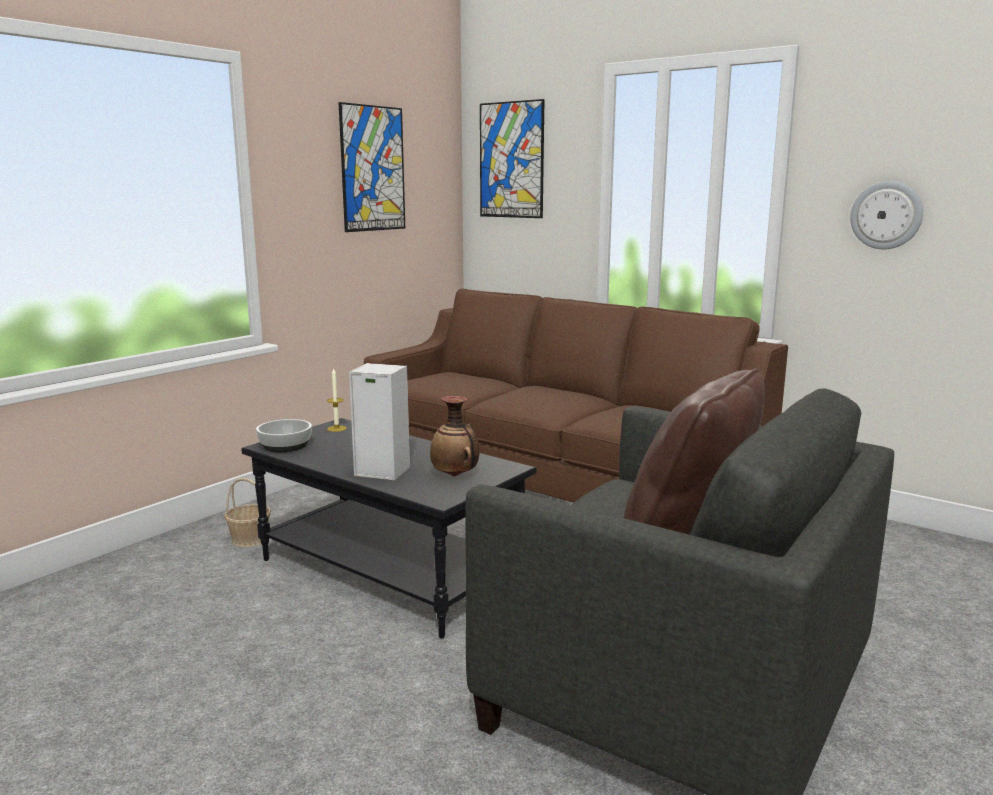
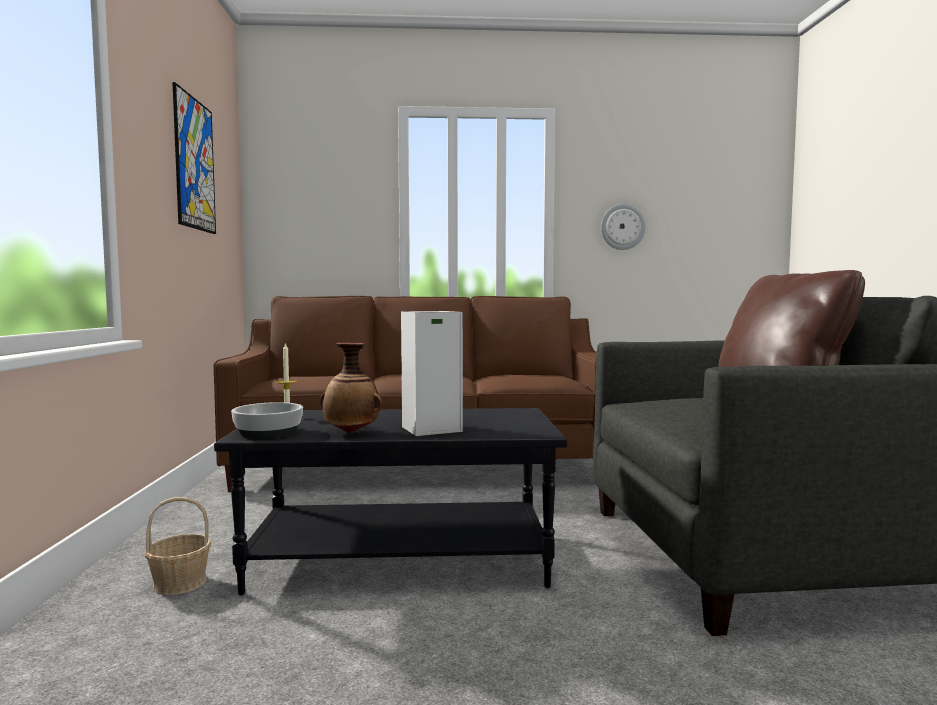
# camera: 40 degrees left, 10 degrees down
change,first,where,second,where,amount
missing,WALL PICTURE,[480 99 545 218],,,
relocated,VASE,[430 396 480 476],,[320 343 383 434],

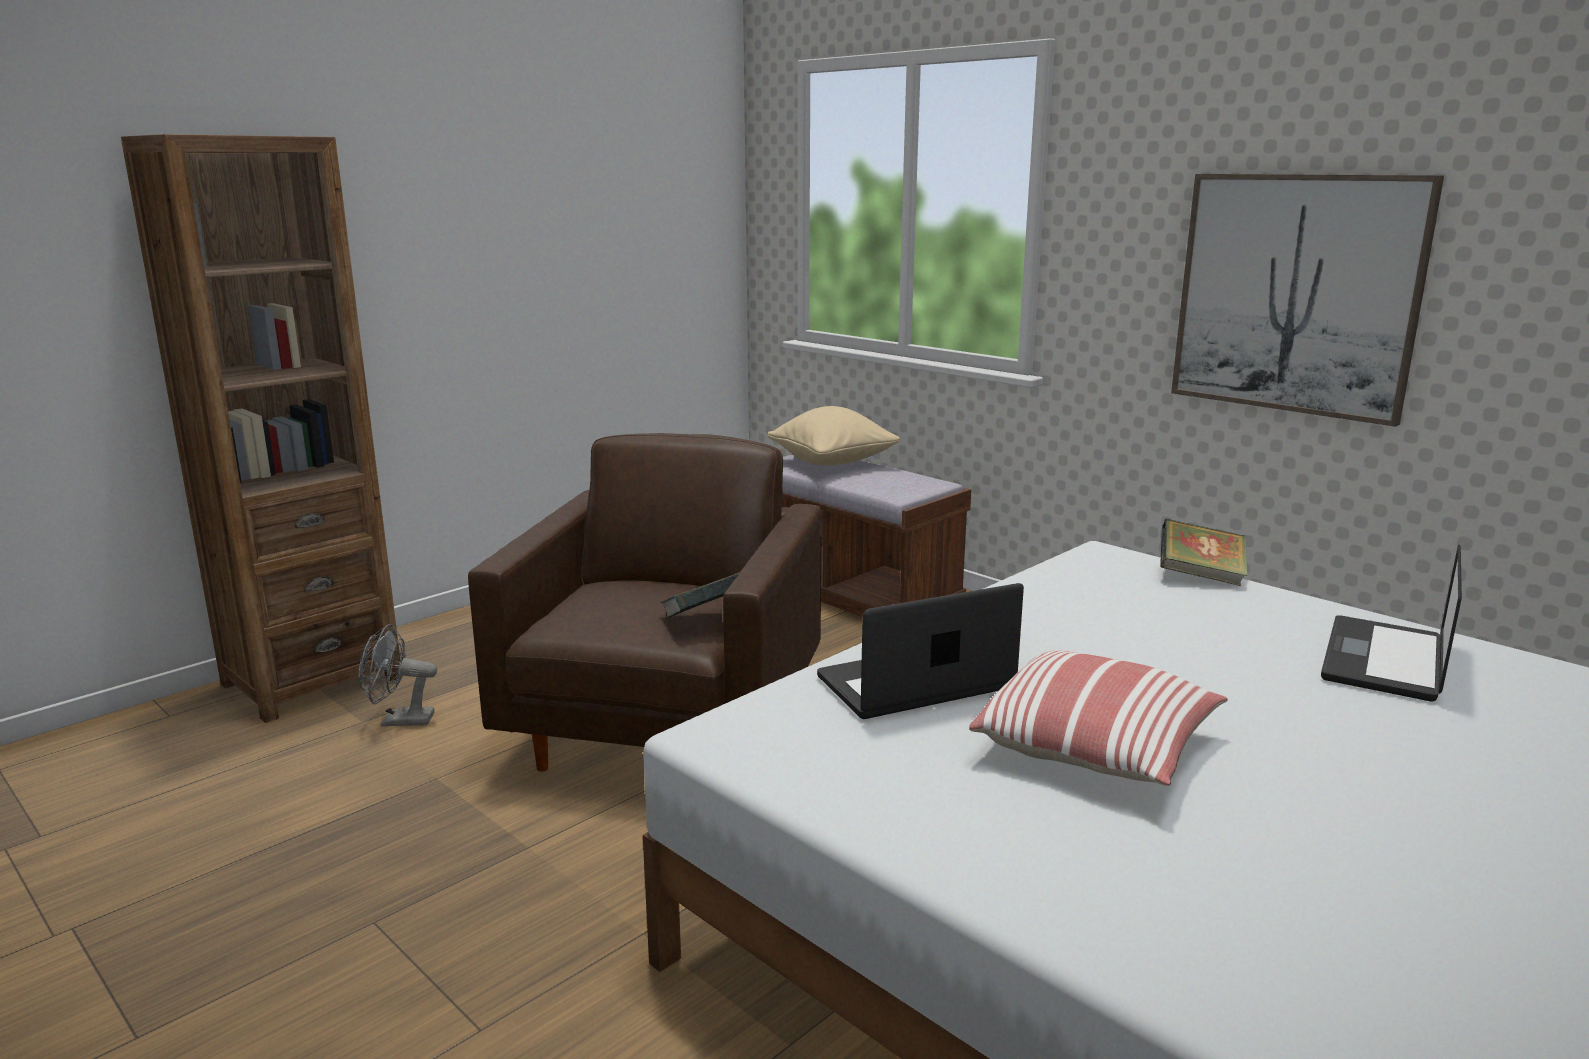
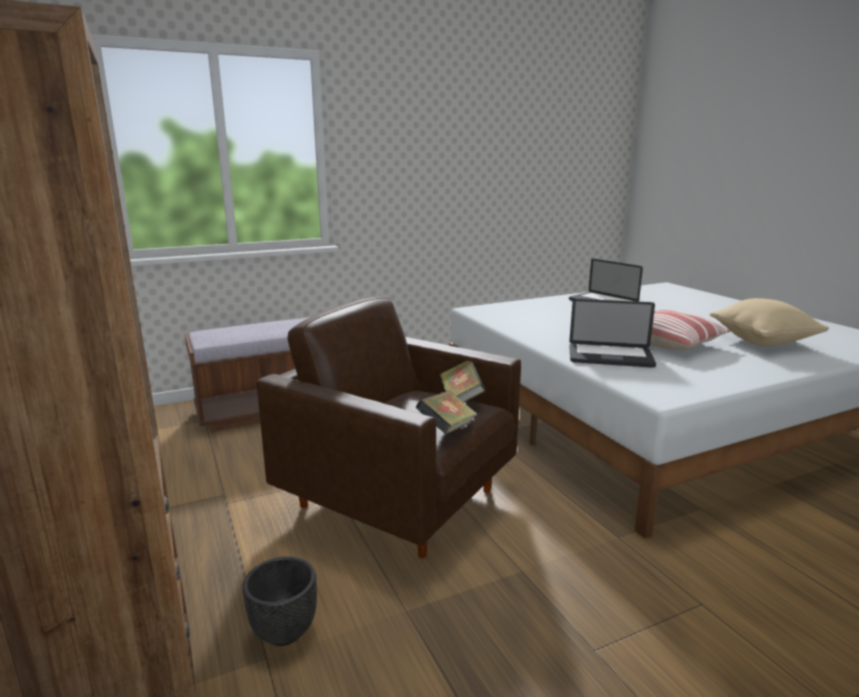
# camera: 70 degrees left, 0 degrees up
change,first,where,second,where,amount
missing,WALL PICTURE,[1171 174 1444 427],,,
relocated,BEIGE THROW PILLOW,[767 406 900 465],,[710 298 829 346],
relocated,BOOK,[1160 519 1248 586],,[416 390 477 434],
exchanged,GRAY COOLING FAN,[359 624 437 726],BLACK FLOWER POT,[242 556 317 646],
spun,NOTEBOOK COMPUTER,[817 583 1024 719],,[569 299 656 368],75 degrees counterclockwise

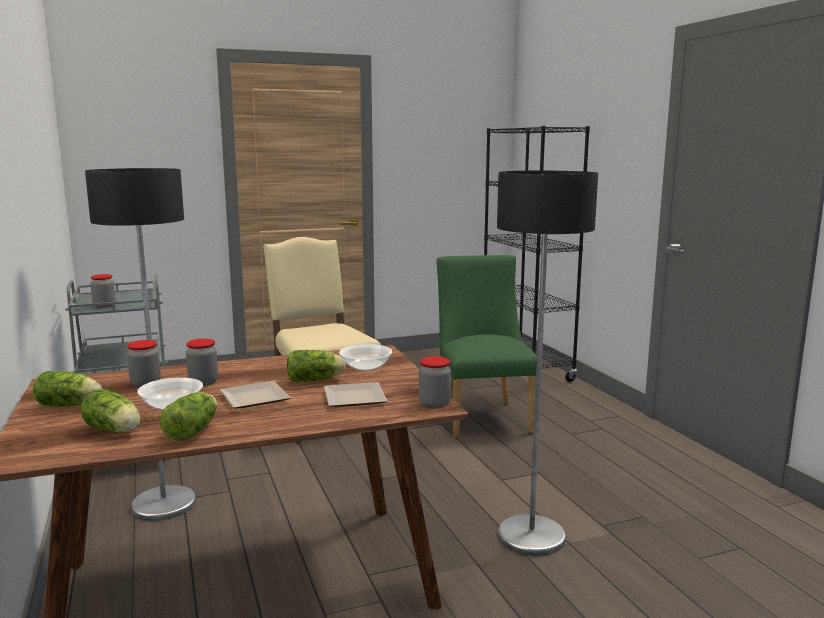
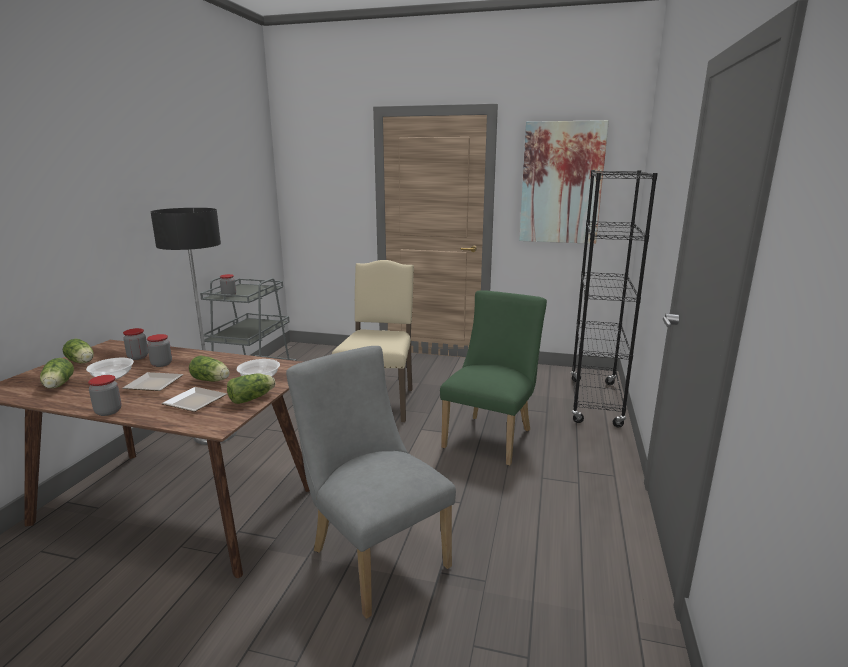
# camera: 35 degrees right, 5 degrees up
change,first,where,second,where,amount
appeared,,,WALL PICTURE,[519 120 609 244],
relocated,LETTUCE,[160 392 217 441],,[227 373 275 404],
relocated,STORAGE JAR,[419 356 451 409],,[88 375 122 416],
exchanged,STANDARD LAMP,[497 171 598 556],GRAY PLAIN CHAIR,[286 346 456 619],

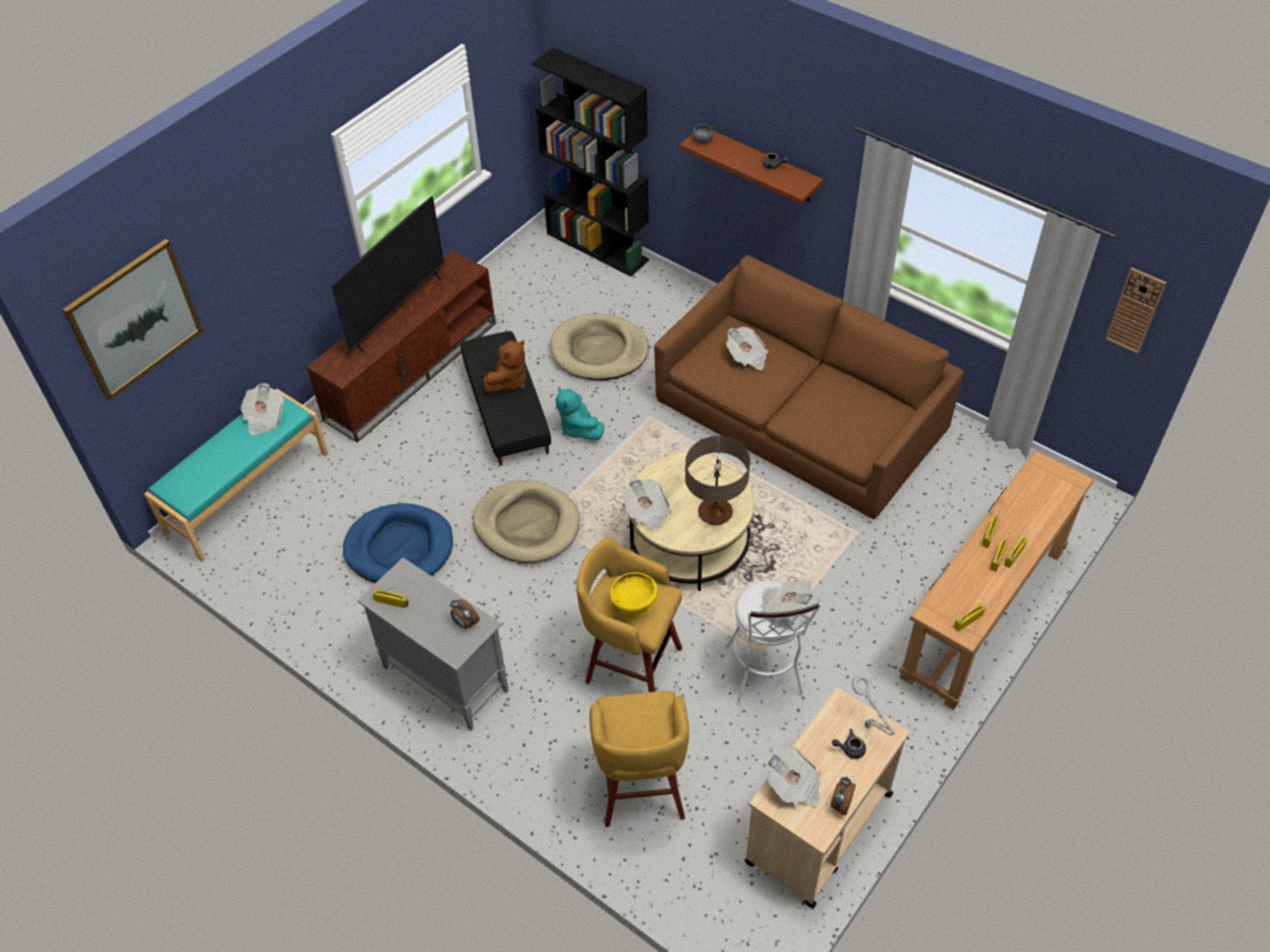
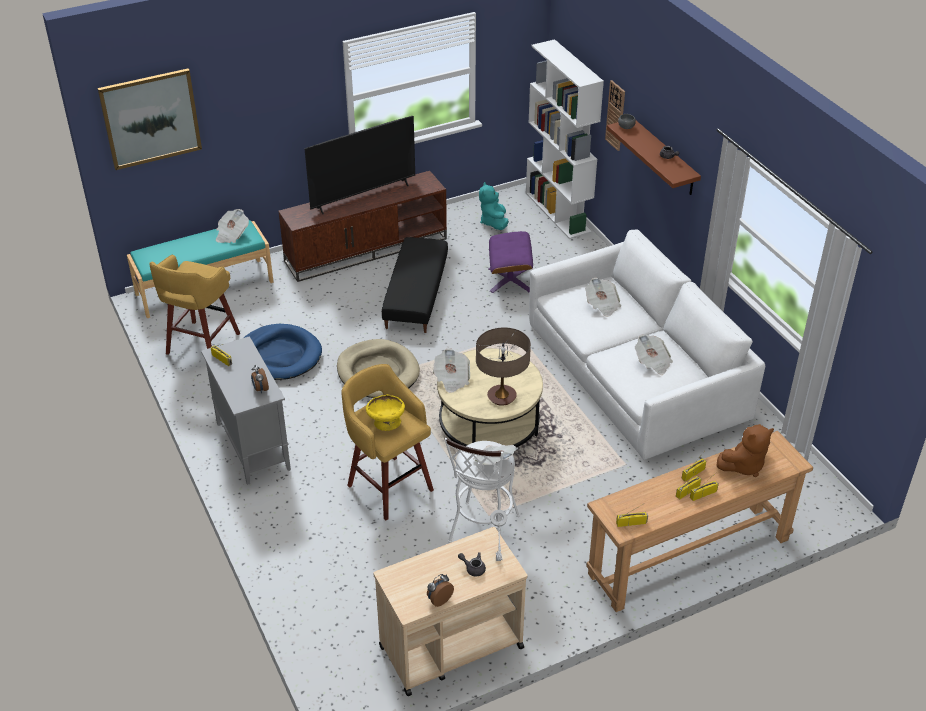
# camera: 25 degrees right, 10 degrees down
change,first,where,second,where,amount
relocated,BROWN-COLOURED SOFT TOY,[483 340 526 393],,[716 424 774 477],
relocated,TURQUOISE-COLOURED SOFT TOY,[556 386 605 440],,[479 182 509 230],
relocated,YELLOW-COLOURED STOOL SEAT,[589 691 689 827],,[149 254 240 355],
relocated,PRINTED PAPER,[767 746 821 806],,[635 334 673 375],
relocated,WALL CLOCK,[1105 267 1167 354],,[605 80 625 151],
exchanged,BEIGE PET BED,[550 314 649 380],PURPLISH OTTOMAN,[489 231 533 293],
colour,BLACK BOOKSHELF,[532 48 649 276],WHITE BOOKSHELF,[526 39 604 239],
colour,BROWN-COLOURED SETTEE,[654 255 964 519],WHITE SETTEE,[529 229 765 460],

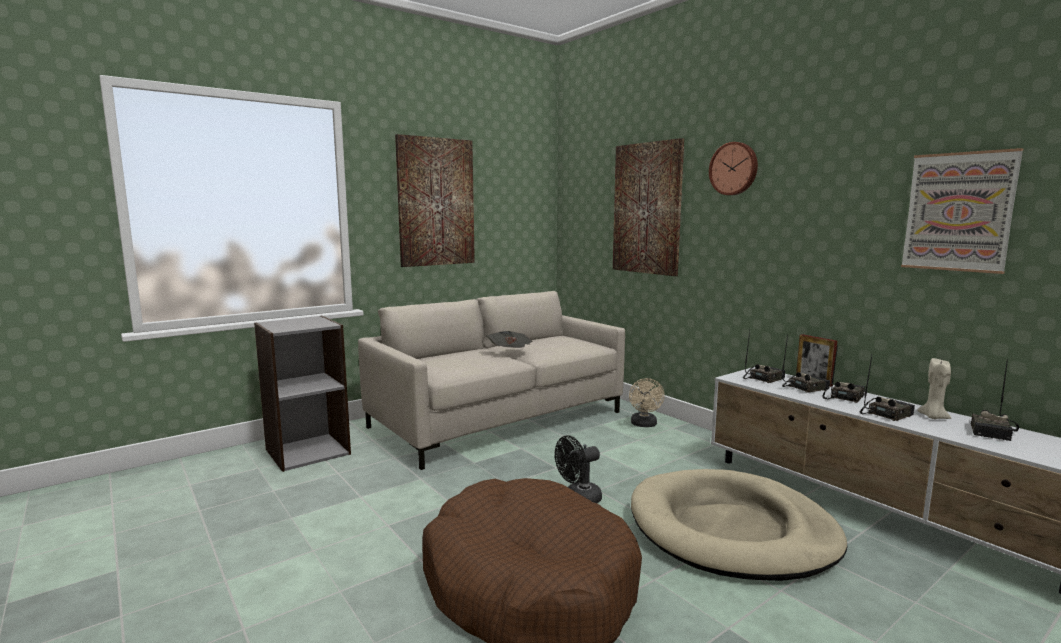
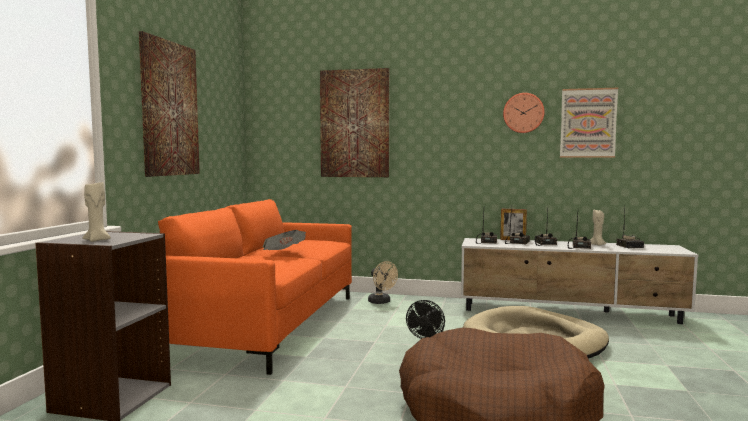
# camera: 40 degrees left, 5 degrees down
change,first,where,second,where,amount
appeared,,,BEIGE WAX LIGHT,[82 182 111 242],
relocated,WALL CLOCK,[709 142 758 195],,[503 93 545 133],
colour,BEIGE SETTEE,[358 291 625 470],ORANGEY SETTEE,[158 199 352 375],

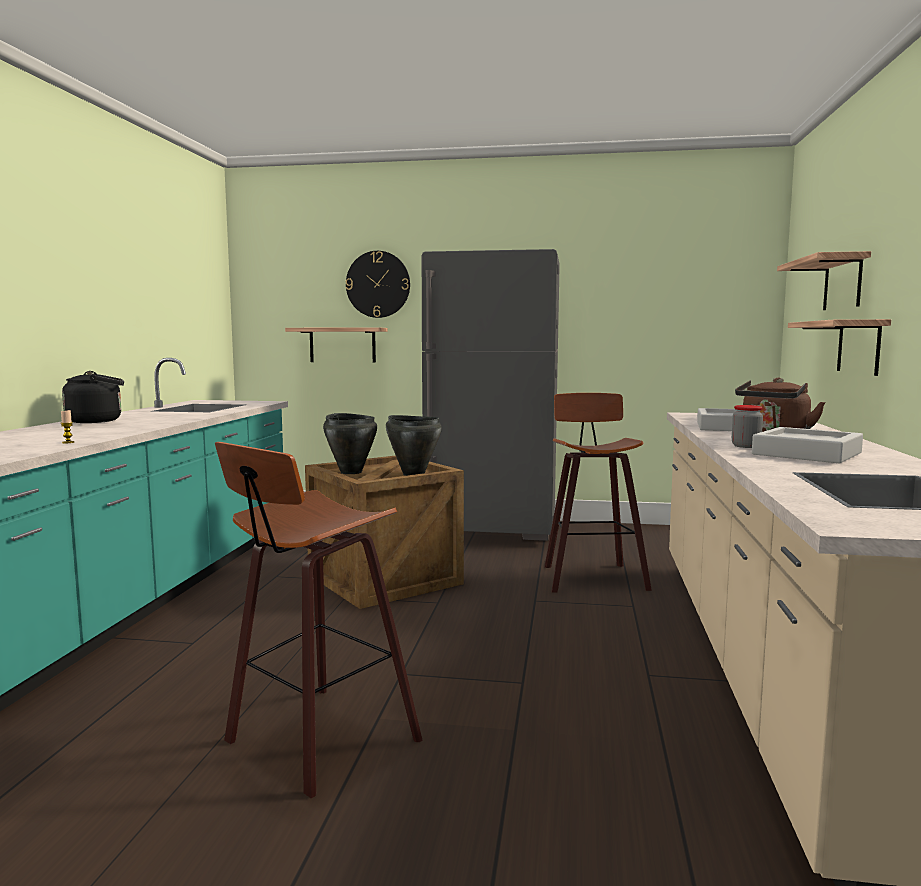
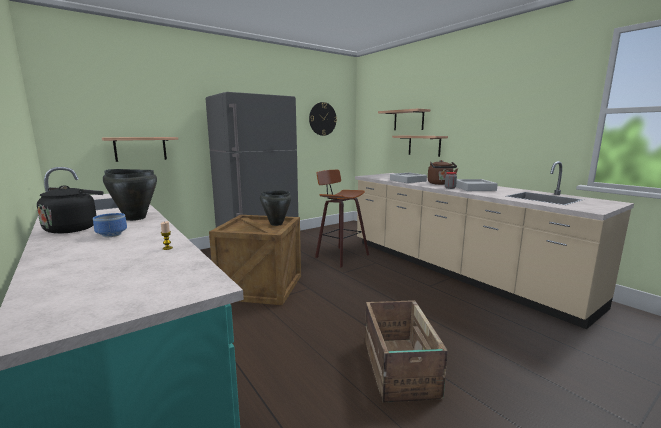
# camera: 45 degrees left, 5 degrees up
change,first,where,second,where,amount
appeared,,,SERVING BOWL,[93 213 127 237],
relocated,BLACK STOCKPOT,[323 413 377 474],,[103 169 157 221],
relocated,WALL CLOCK,[346 251 410 318],,[309 102 337 136],
exchanged,STOOL SEAT,[215 442 423 798],SHIPPING CRATE,[365 300 448 403],

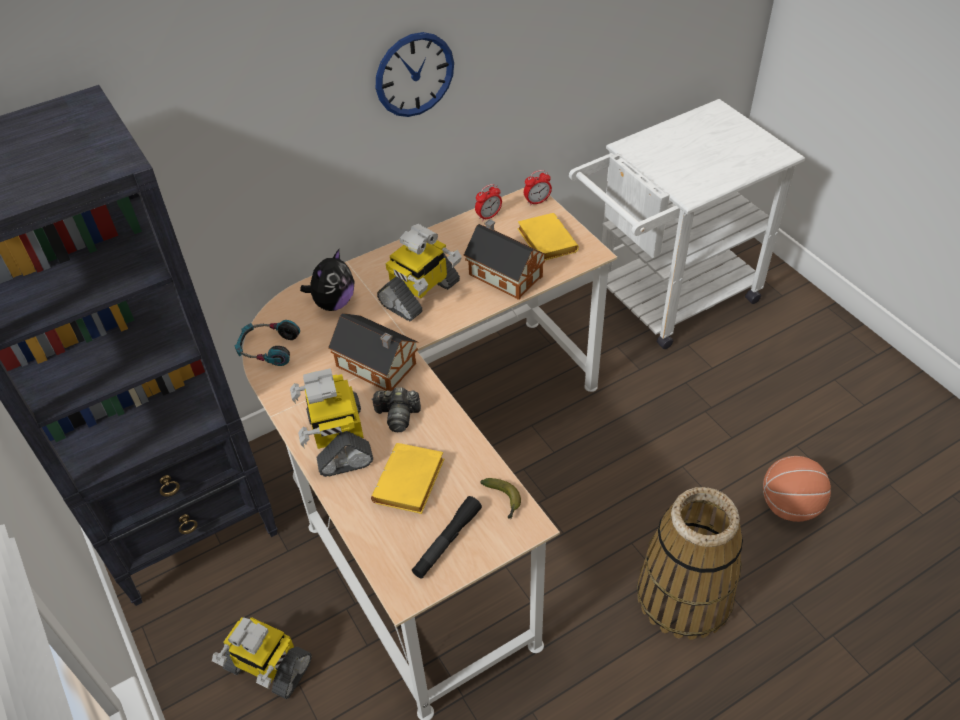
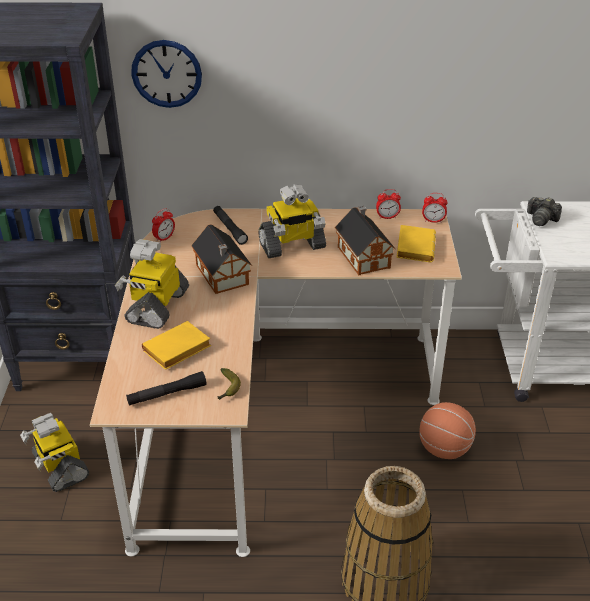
# camera: 30 degrees right, 10 degrees down
change,first,where,second,where,amount
relocated,PHOTO CAMERA,[371 387 421 432],,[527 197 562 226],
relocated,WALL CLOCK,[376 32 454 117],,[131 40 202 108],
relocated,BASKETBALL BALL,[763 456 831 522],,[419 402 476 459],
exchanged,PAIR OF HEADPHONES,[234 320 300 366],TABLE CLOCK,[152 208 175 243],
exchanged,SOFT TOY,[300 249 355 311],BLACK FLASHLIGHT,[213 206 248 245],

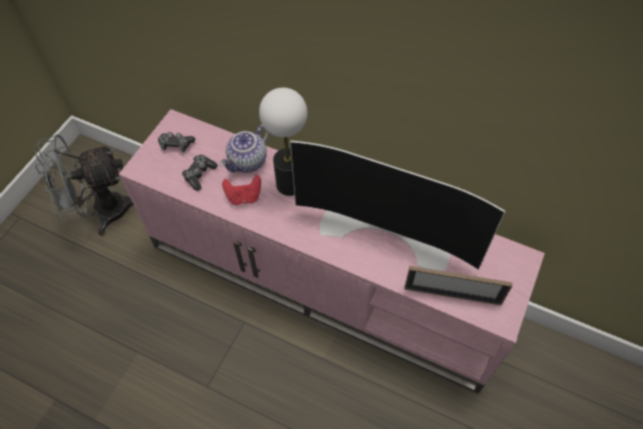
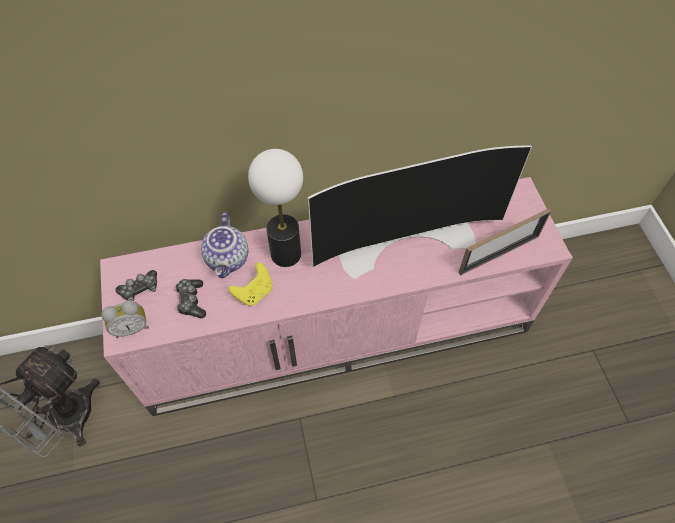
# camera: 40 degrees left, 0 degrees up
change,first,where,second,where,amount
appeared,,,TABLE CLOCK,[101 300 149 338],
colour,RED GAME CONTROLLER,[222 175 261 205],YELLOW-COLOURED GAME CONTROLLER,[229 262 272 306],

